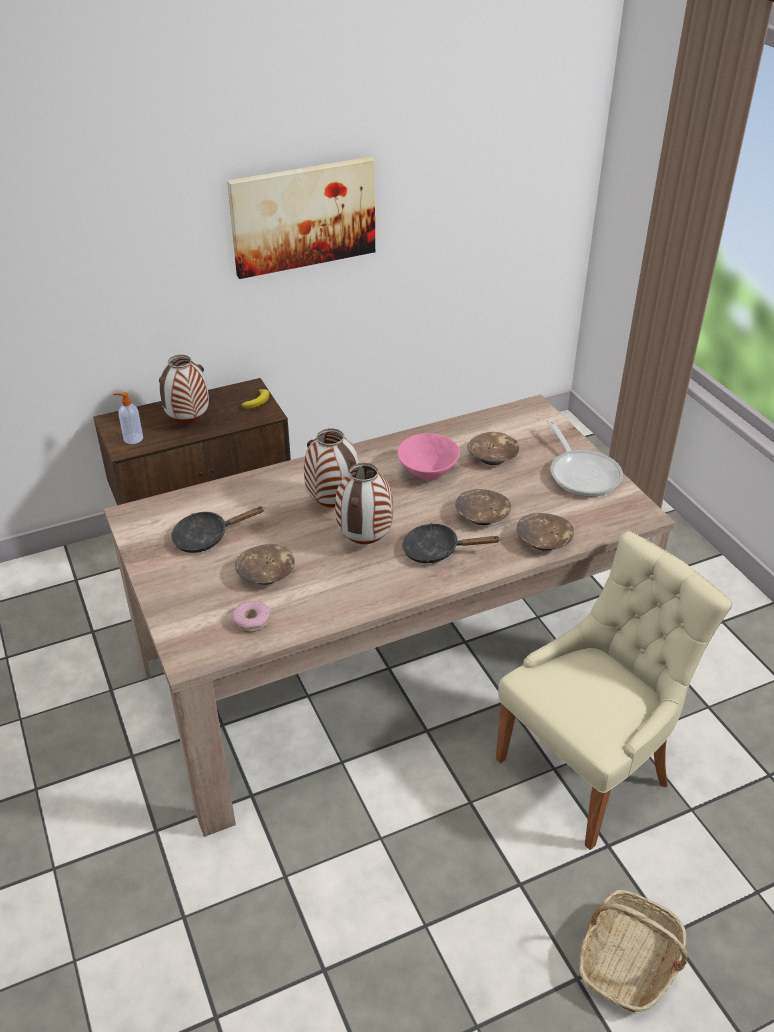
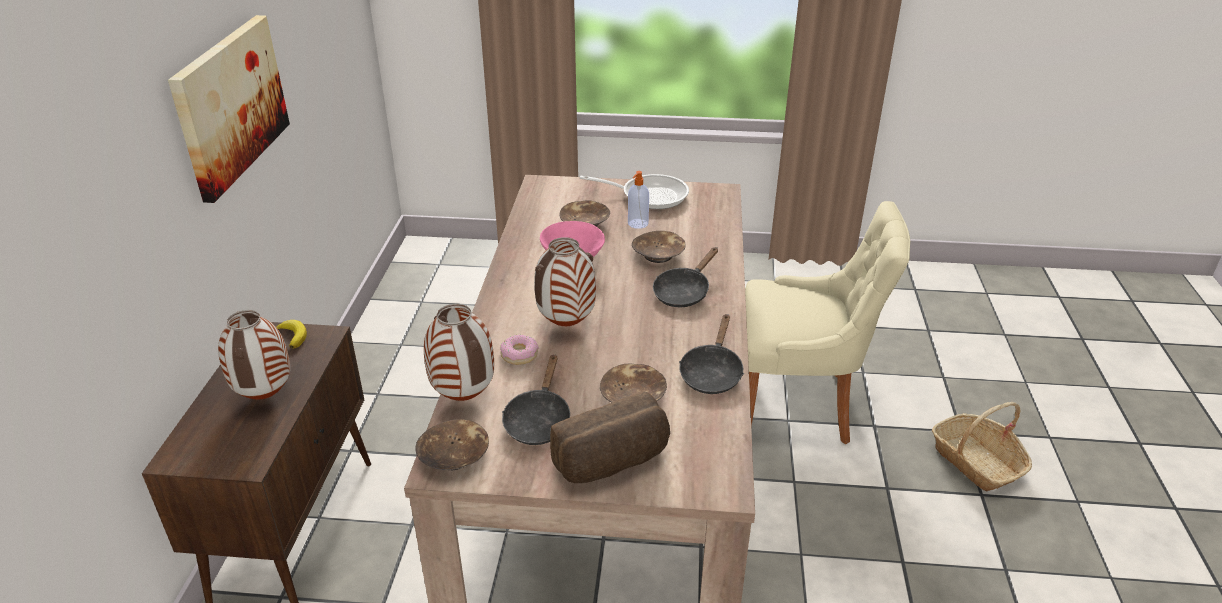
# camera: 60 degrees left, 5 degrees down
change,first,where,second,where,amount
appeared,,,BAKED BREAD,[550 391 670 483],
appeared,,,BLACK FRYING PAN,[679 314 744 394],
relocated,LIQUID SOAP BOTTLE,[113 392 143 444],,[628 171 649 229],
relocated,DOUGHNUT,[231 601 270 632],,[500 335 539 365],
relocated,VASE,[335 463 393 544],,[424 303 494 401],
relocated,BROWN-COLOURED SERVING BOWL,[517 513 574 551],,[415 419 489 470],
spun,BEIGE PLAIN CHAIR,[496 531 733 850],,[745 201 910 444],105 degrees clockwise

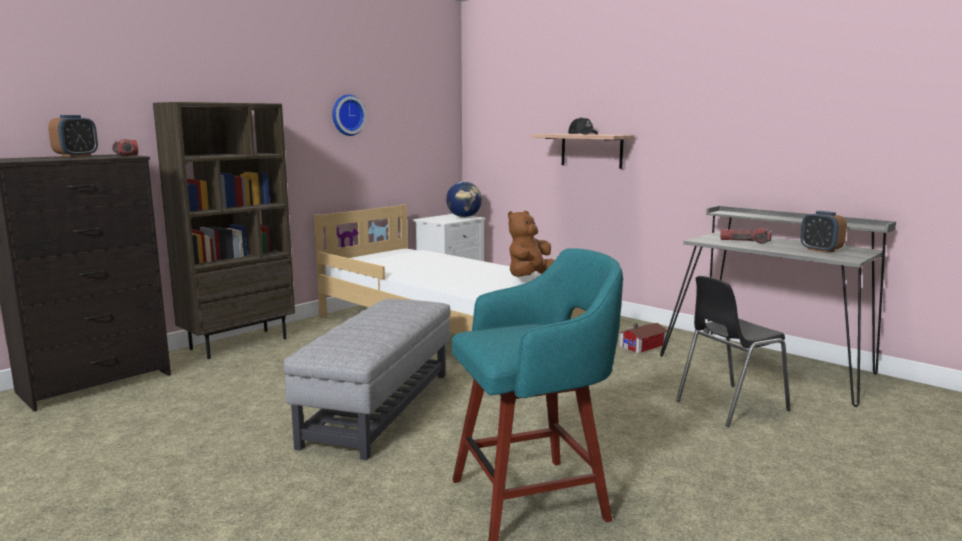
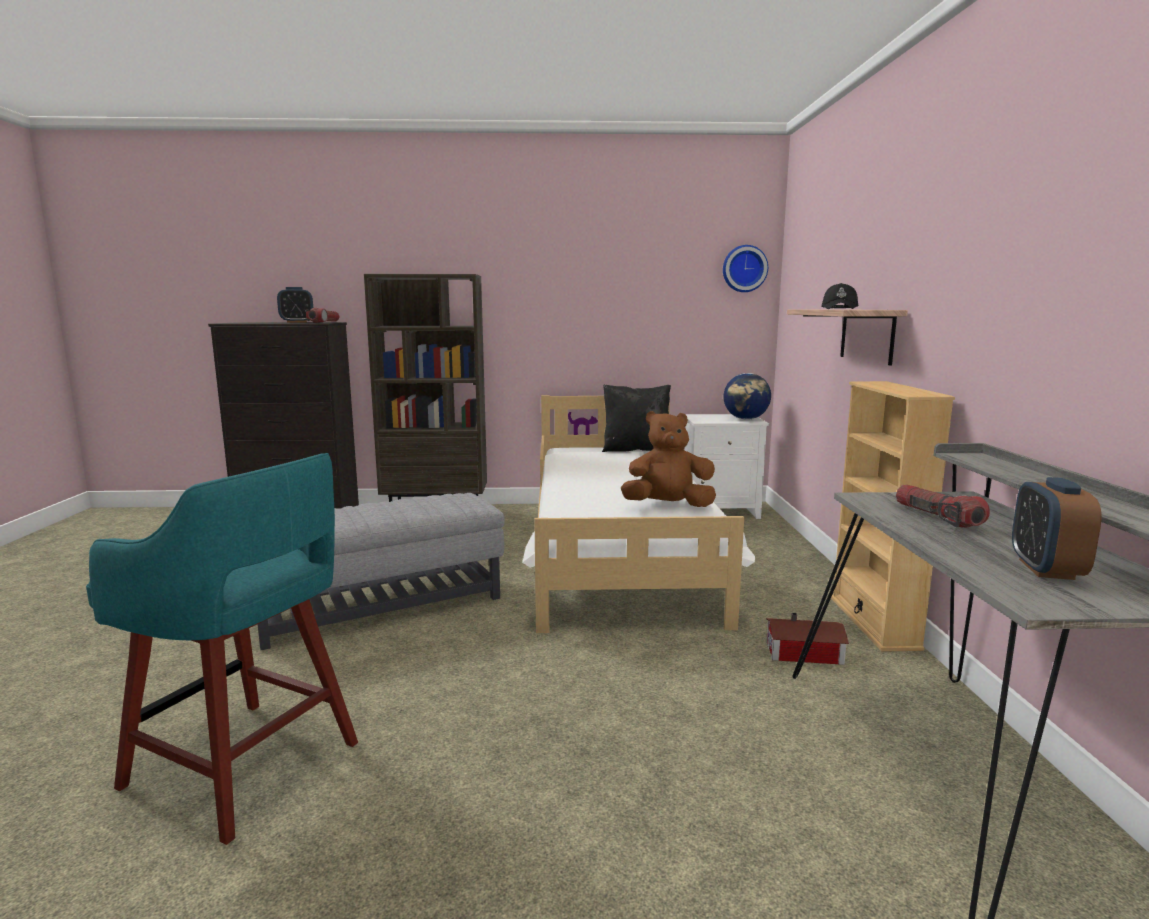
# camera: 45 degrees right, 0 degrees up
change,first,where,second,where,amount
missing,BLACK PLAIN CHAIR,[676 276 790 427],,,
appeared,,,BLACK THROW PILLOW,[602 385 671 452],
appeared,,,BEIGE BOOKSHELF,[831 381 955 652],
relocated,WALL CLOCK,[332 94 367 136],,[723 245 768 292],

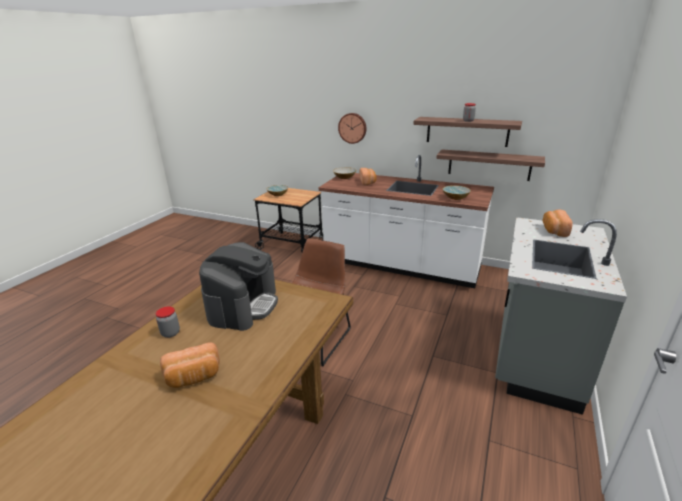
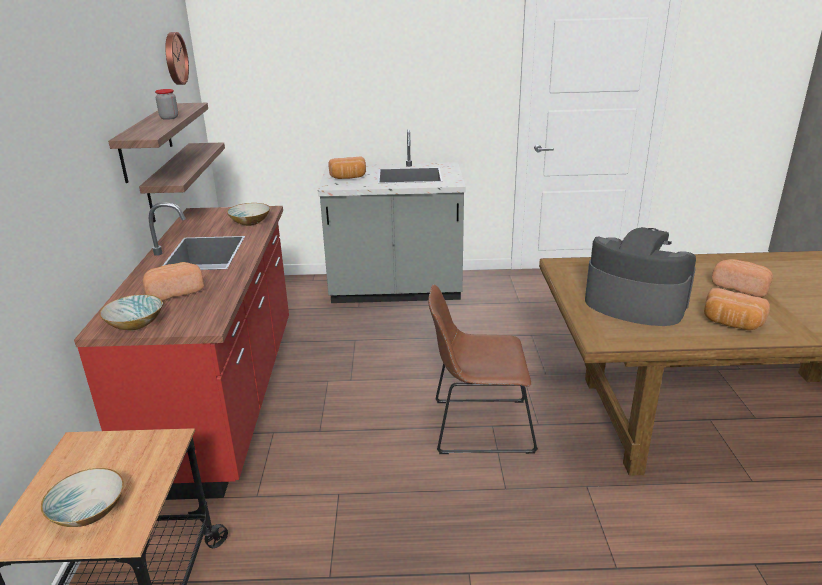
# camera: 115 degrees left, 0 degrees up
change,first,where,second,where,amount
relocated,WALL CLOCK,[338 113 367 144],,[165 32 189 85],
exchanged,STORAGE JAR,[155 306 180 338],BAKED BREAD,[704 288 770 330],
colour,WHITE KITCHEN COUNTER,[319 155 494 288],RED KITCHEN COUNTER,[74 202 289 500],
spun,COFFEE BREWER,[199 242 278 331],,[585 227 696 326],45 degrees clockwise

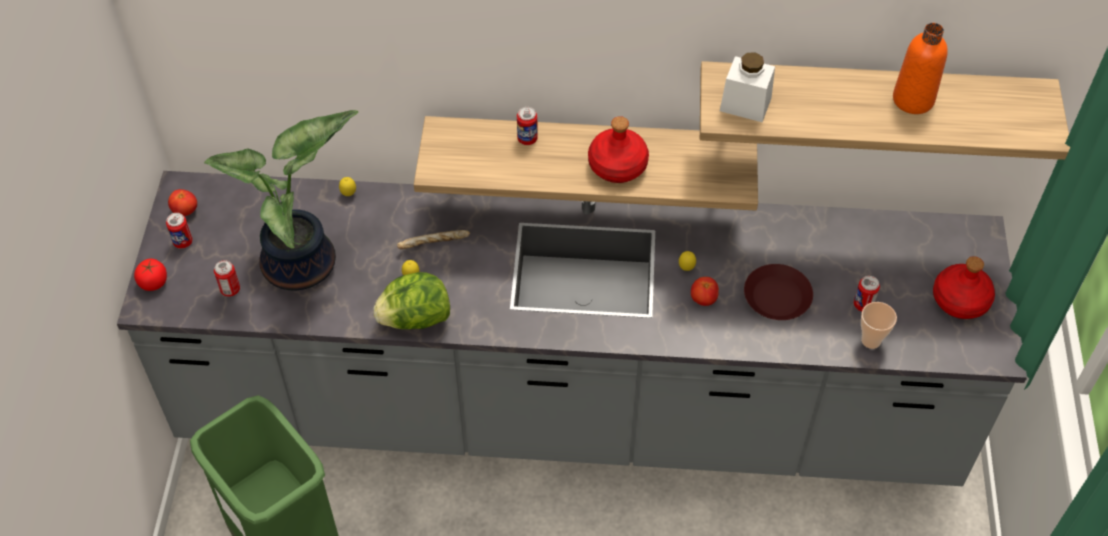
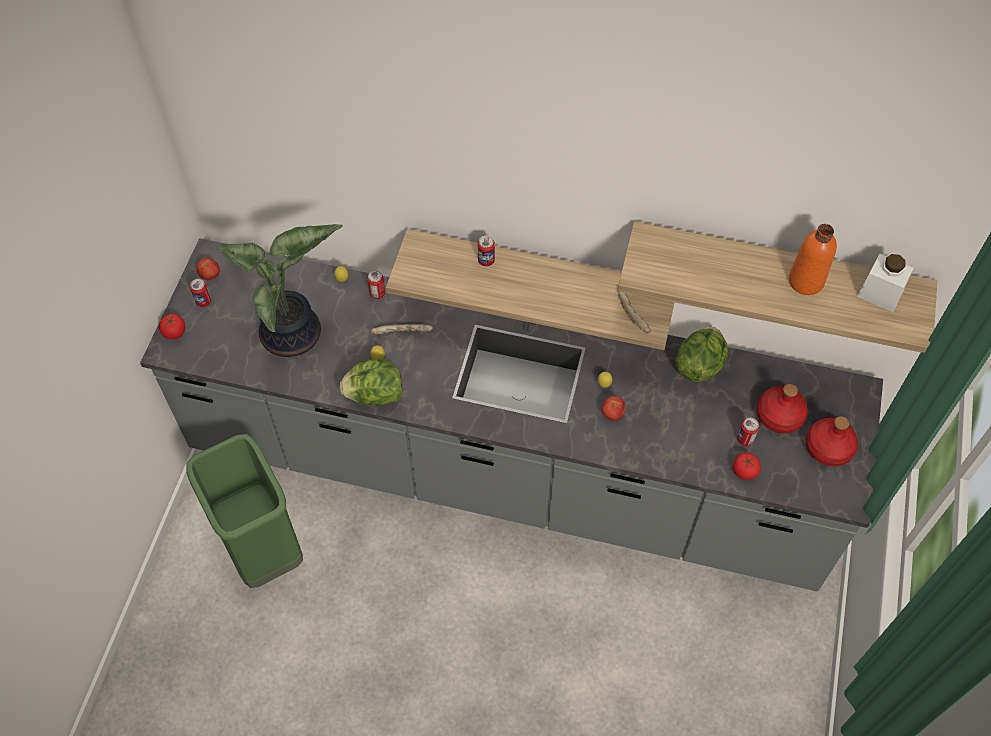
# camera: 10 degrees right, 5 degrees up
change,first,where,second,where,amount
missing,BROWN-COLOURED FLAT DISH,[744 264 813 320],,,
appeared,,,BAKED BREAD,[617 287 651 333],
appeared,,,LETTUCE,[675 327 728 382],
relocated,CAN,[214 260 240 297],,[367 271 385 299],
relocated,RED BEVERAGE BOTTLE,[588 116 649 183],,[757 384 808 433],
relocated,WHITE STORAGE JAR,[720 52 775 122],,[857 254 913 312],
exchanged,DRINKING CUP,[861 302 897 349],WHOLE TOMATO,[733 452 761 480],

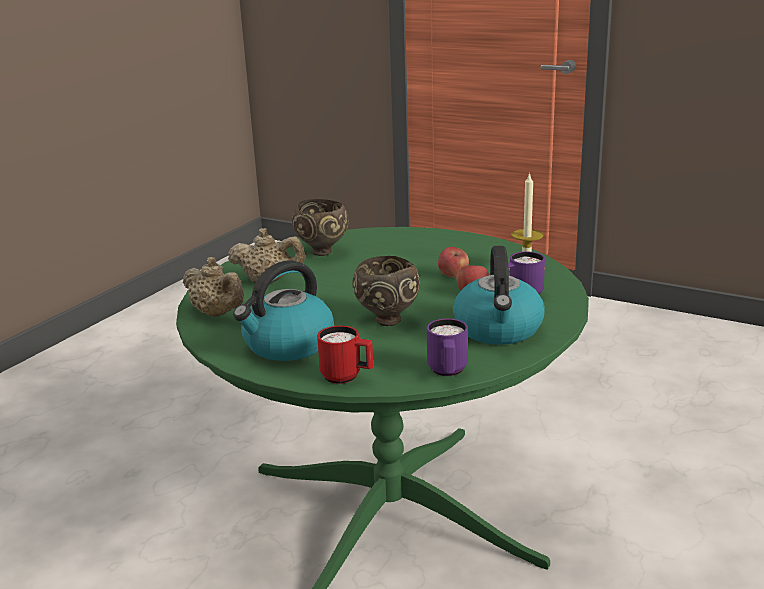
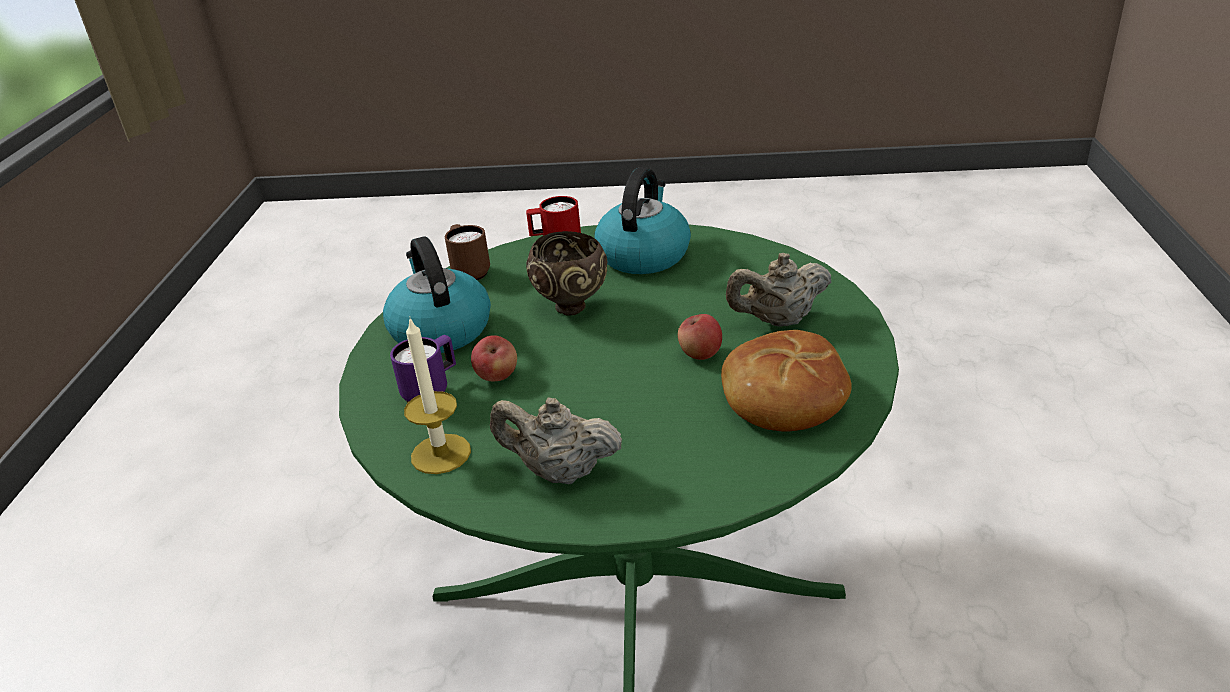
# camera: 155 degrees right, 10 degrees up
change,first,where,second,where,amount
relocated,BEIGE POT FOR TEA,[183 257 244 317],,[490 398 622 484],
relocated,APPLE FRUIT,[438 247 469 278],,[678 314 722 360],
exchanged,BROWN-COLOURED SERVING BOWL,[292 199 349 256],BAKED BREAD,[721 330 852 432],
colour,PURPLISH MUG,[427 319 468 376],BROWN-COLOURED MUG,[445 224 490 280],

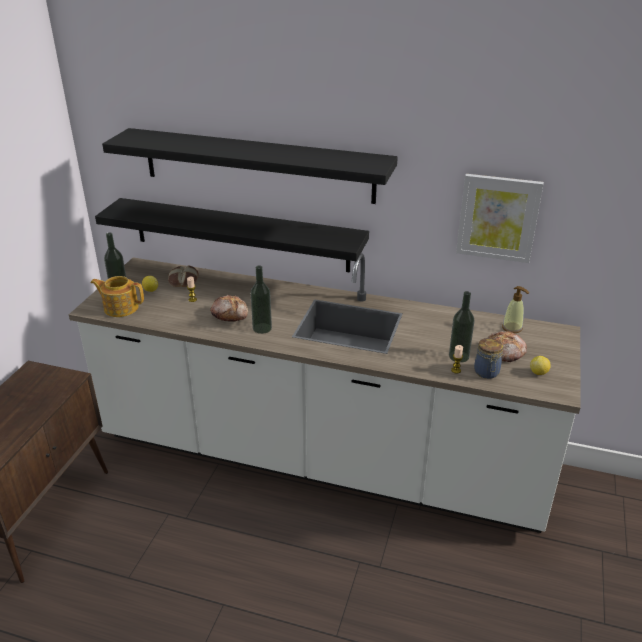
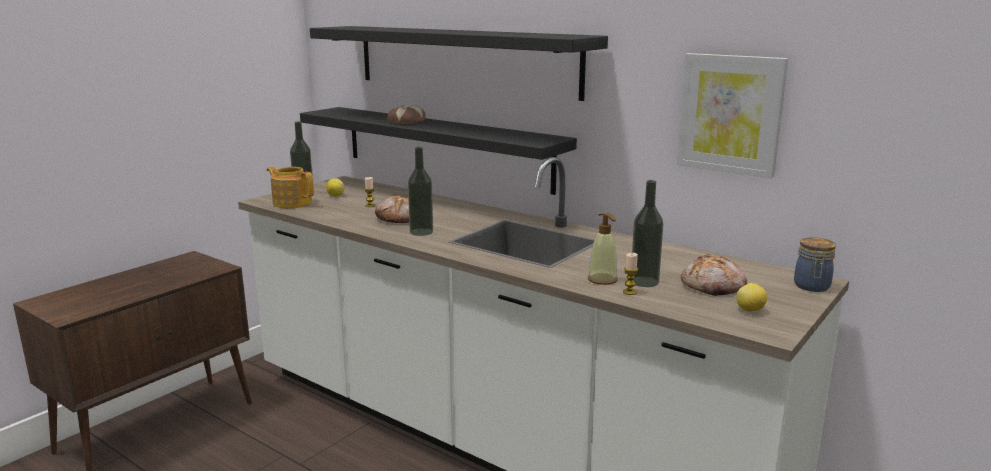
# camera: 20 degrees right, 15 degrees down
change,first,where,second,where,amount
relocated,BAKED BREAD,[168 265 199 287],,[387 105 426 124],
relocated,STORAGE JAR,[474 338 503 379],,[794 237 836 292],
relocated,LIQUID SOAP BOTTLE,[502 286 529 333],,[588 213 618 285],

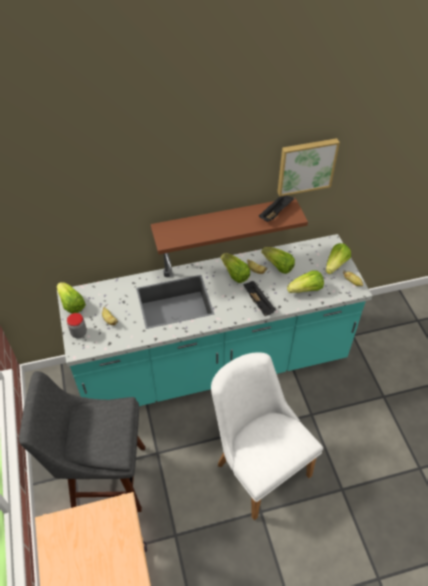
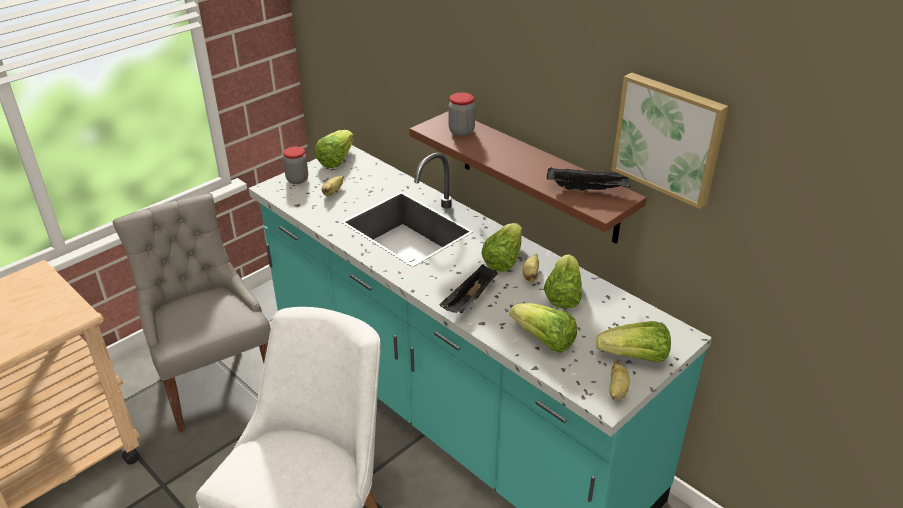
# camera: 60 degrees right, 15 degrees down
change,first,where,second,where,amount
appeared,,,STORAGE JAR,[449 92 475 136],
exchanged,GRAY STOOL SEAT,[19 371 145 512],GRAY PLAIN CHAIR,[112 193 271 432],

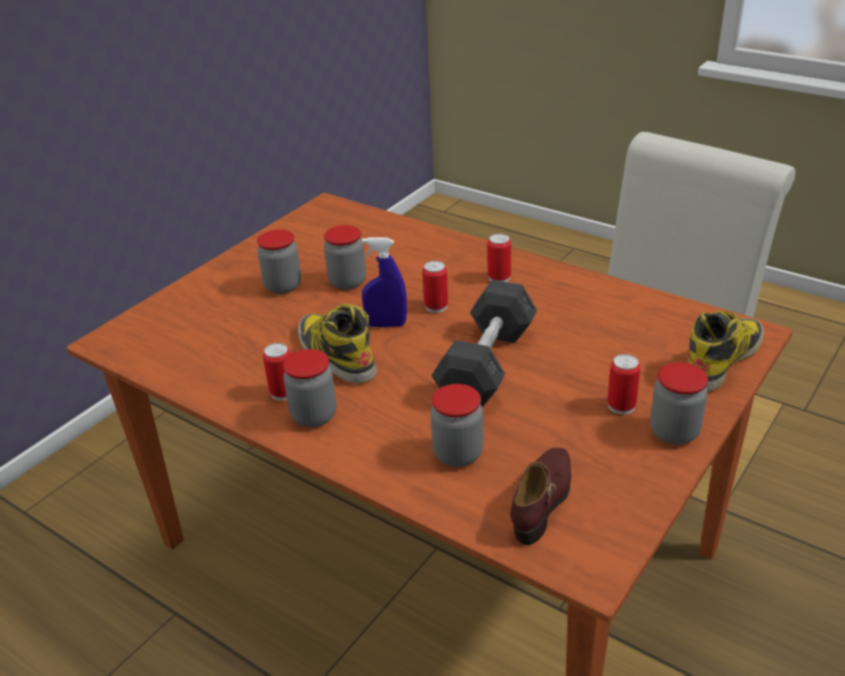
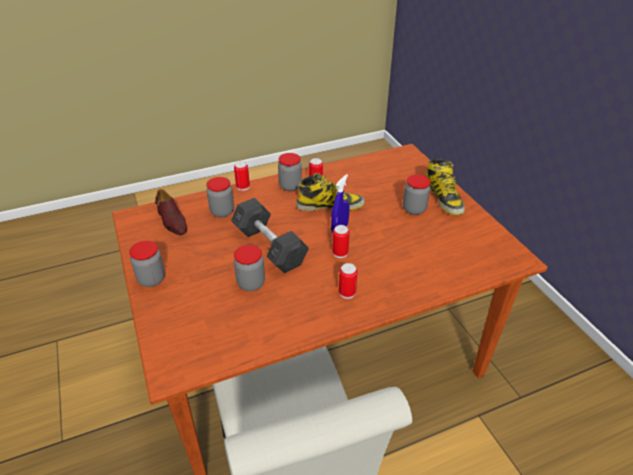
# camera: 120 degrees right, 5 degrees up
change,first,where,second,where,amount
relocated,STORAGE JAR,[324 225 366 290],,[234 245 265 291],
relocated,CAN,[607 354 640 415],,[234 161 250 191],
relocated,TALL BOOT,[687 311 764 391],,[425 159 465 215],

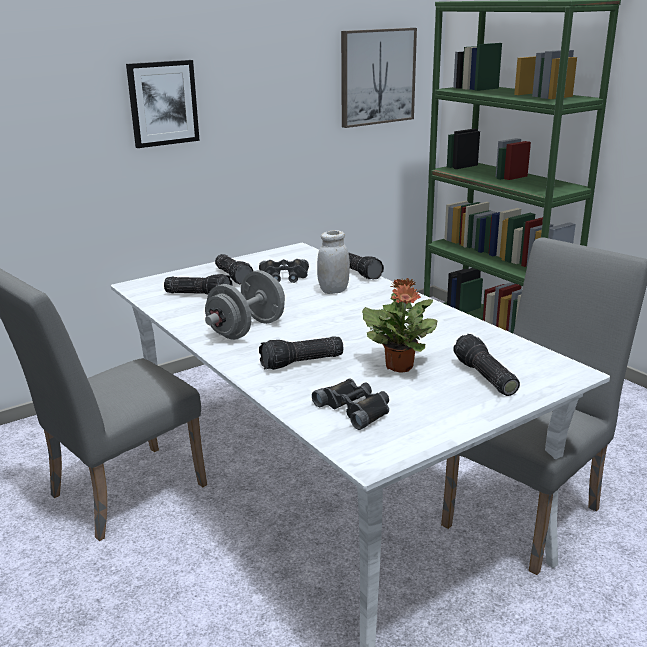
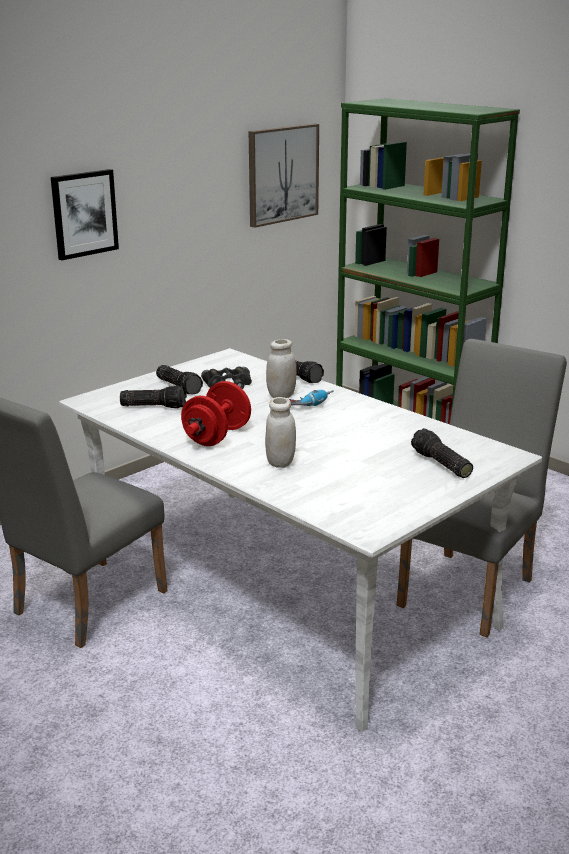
# camera: 10 degrees left, 0 degrees up
change,first,where,second,where,amount
missing,BLACK FIELD GLASSES,[312 379 389 430],,,
missing,POTTED PLANT,[362 278 437 373],,,
appeared,,,POWER DRILL,[289 390 334 406],
exchanged,FLASHLIGHT,[259 336 343 370],WHITE STORAGE JAR,[265 397 296 468],
colour,GRAY DUMBBELL,[205 270 285 340],RED DUMBBELL,[181 381 251 446],

